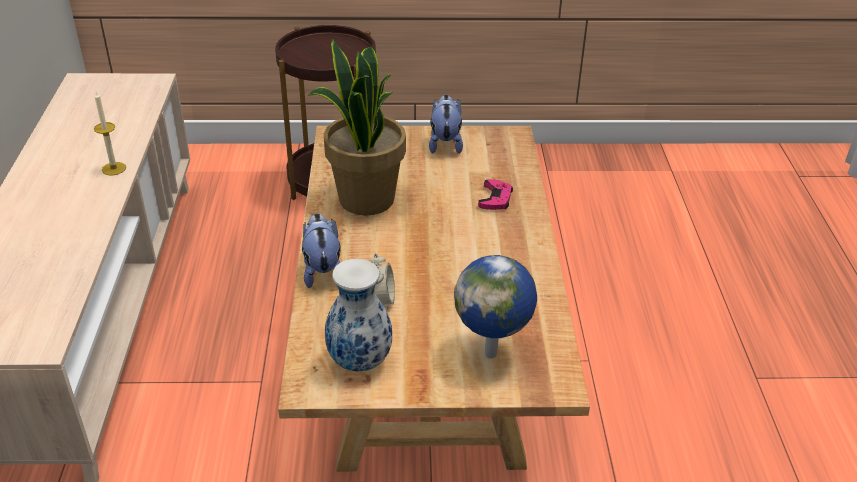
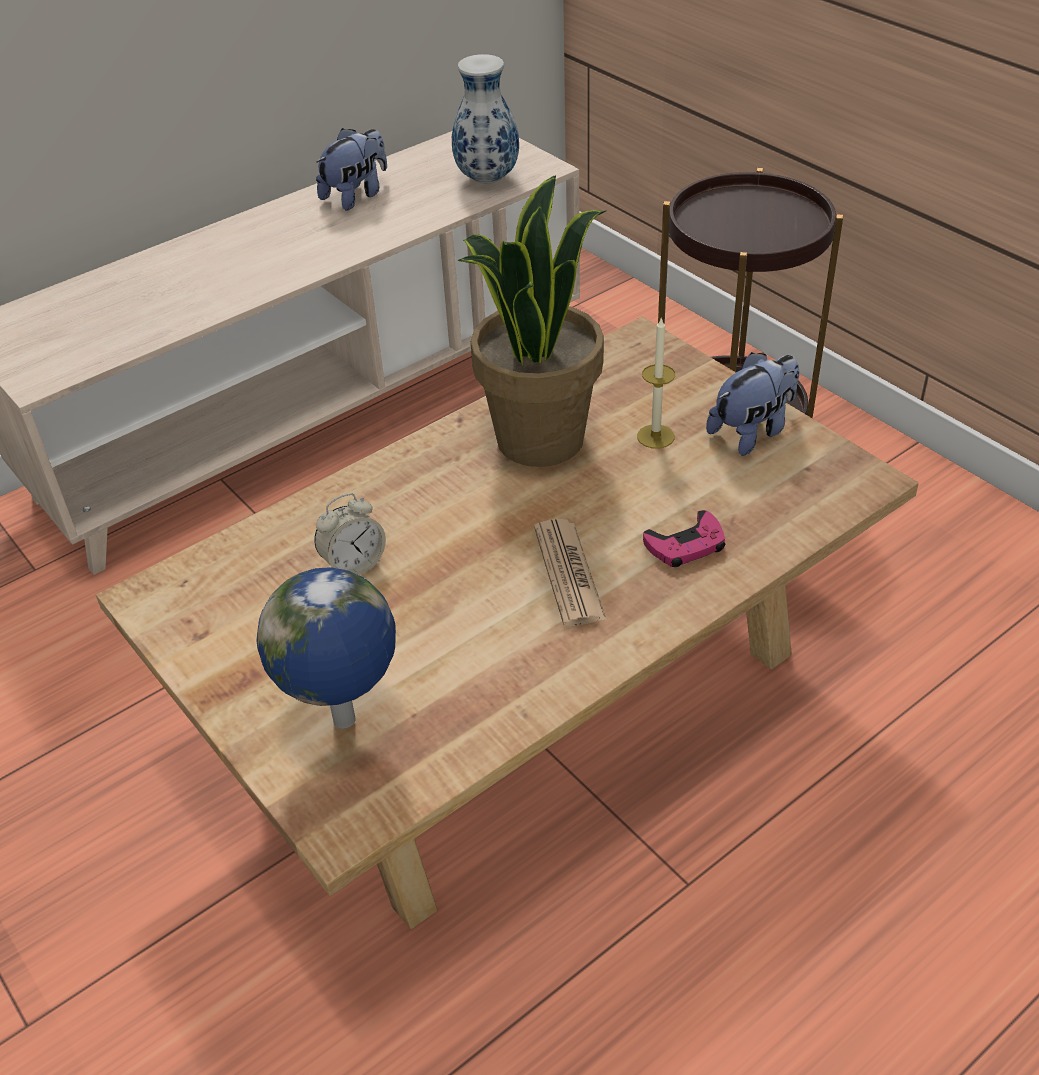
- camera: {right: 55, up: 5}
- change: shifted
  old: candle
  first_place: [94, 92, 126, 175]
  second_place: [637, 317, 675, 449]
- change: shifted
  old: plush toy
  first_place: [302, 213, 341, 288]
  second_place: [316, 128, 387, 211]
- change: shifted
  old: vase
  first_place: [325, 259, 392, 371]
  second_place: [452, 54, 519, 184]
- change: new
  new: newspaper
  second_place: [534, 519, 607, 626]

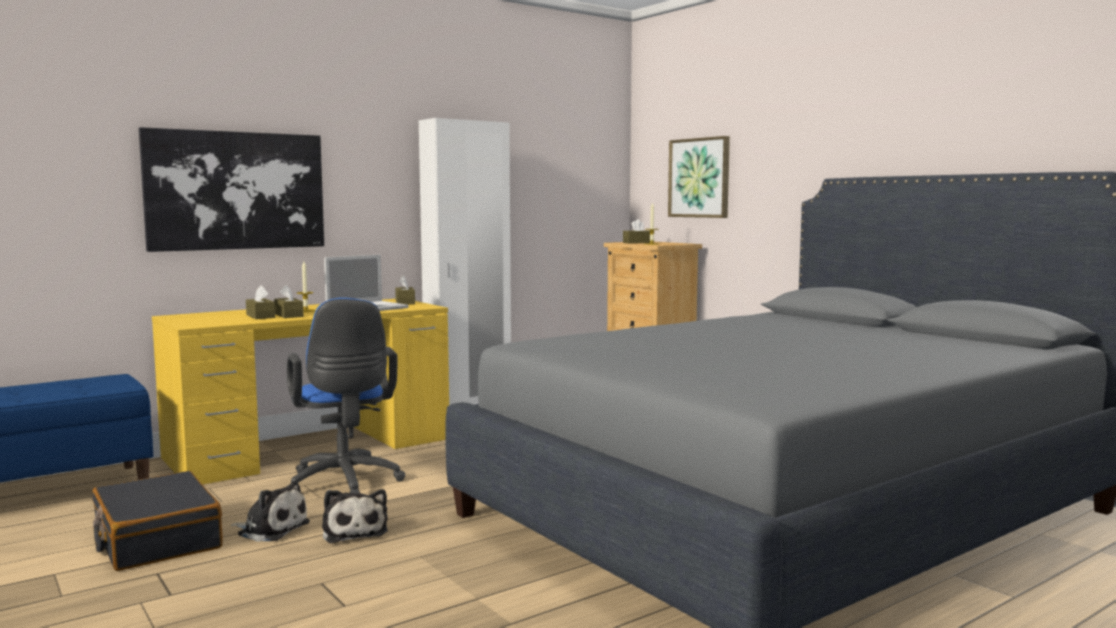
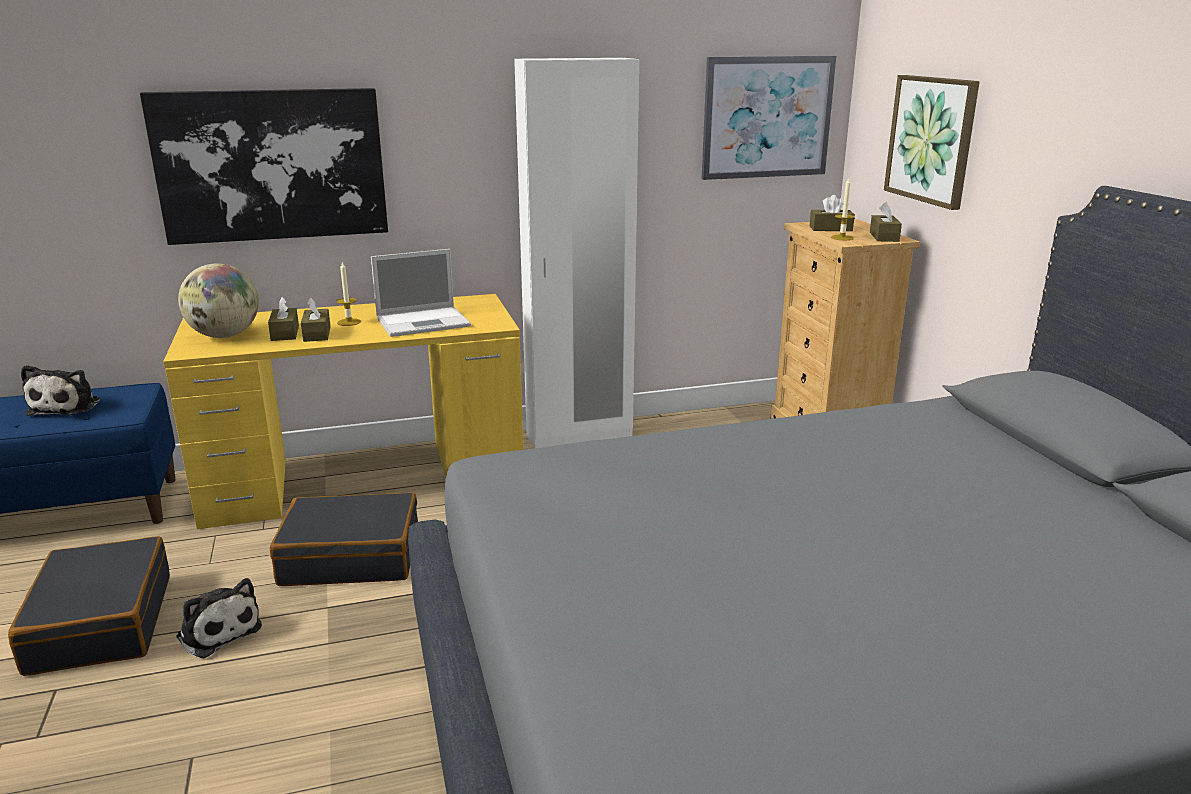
- camera: {right: 20, up: 15}
- change: swapped
  old: office chair (blue)
  new: suitcase (black)
  first_place: [287, 298, 405, 493]
  second_place: [270, 492, 418, 586]
- change: shifted
  old: plush toy
  first_place: [322, 489, 388, 544]
  second_place: [21, 365, 100, 416]
- change: shifted
  old: tissue box (brown)
  first_place: [395, 275, 415, 305]
  second_place: [870, 202, 902, 242]
- change: new
  new: globe
  second_place: [178, 263, 259, 338]
- change: new
  new: picture
  second_place: [702, 56, 836, 180]

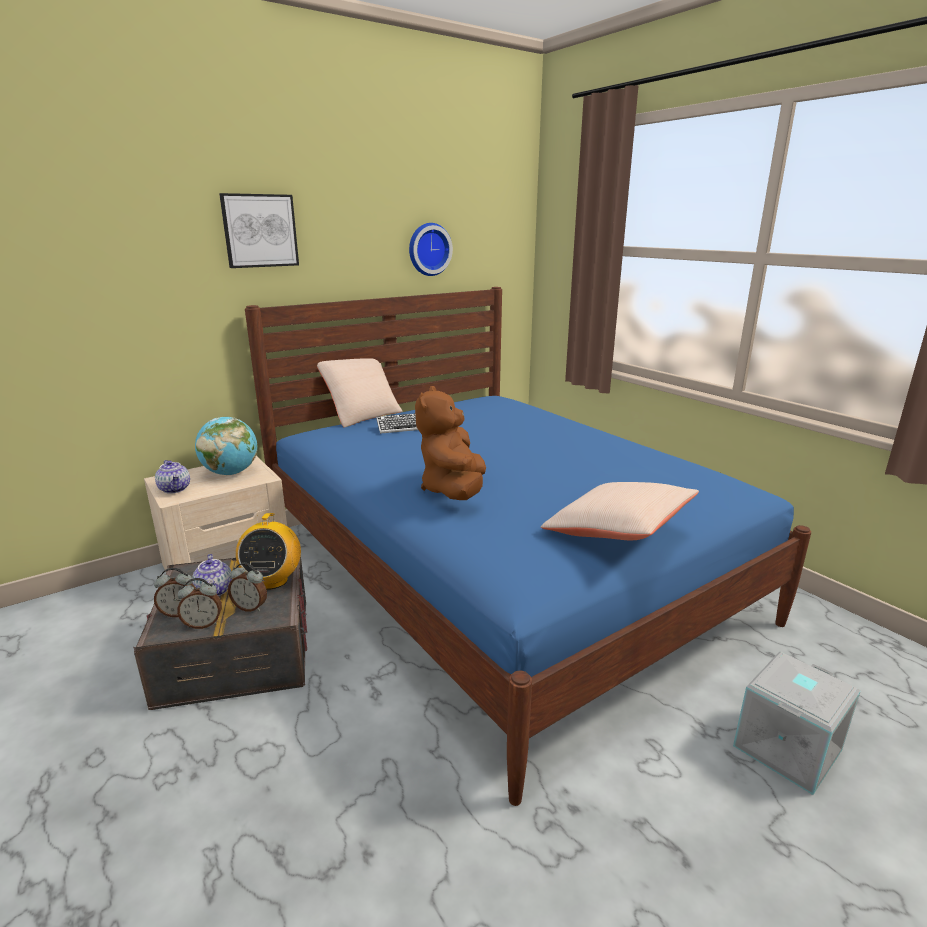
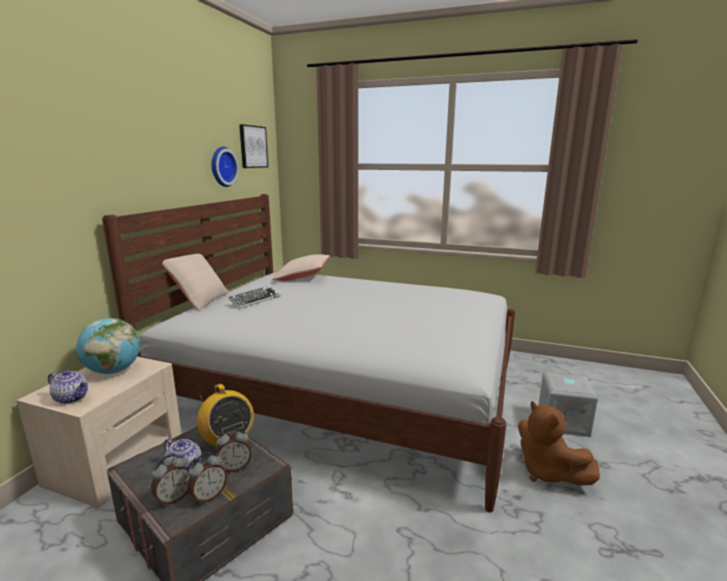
- camera: {right: -35, up: -5}
- change: shifted
  old: picture
  first_place: [219, 193, 299, 268]
  second_place: [239, 124, 268, 168]
- change: repainted
  old: bed (blue)
  new: bed (white)
  first_place: [245, 287, 811, 806]
  second_place: [102, 194, 515, 513]
- change: shifted
  old: plush toy (brown)
  first_place: [415, 386, 486, 500]
  second_place: [518, 401, 600, 486]
- change: shifted
  old: pillow (beige)
  first_place: [541, 482, 699, 540]
  second_place: [272, 254, 330, 281]

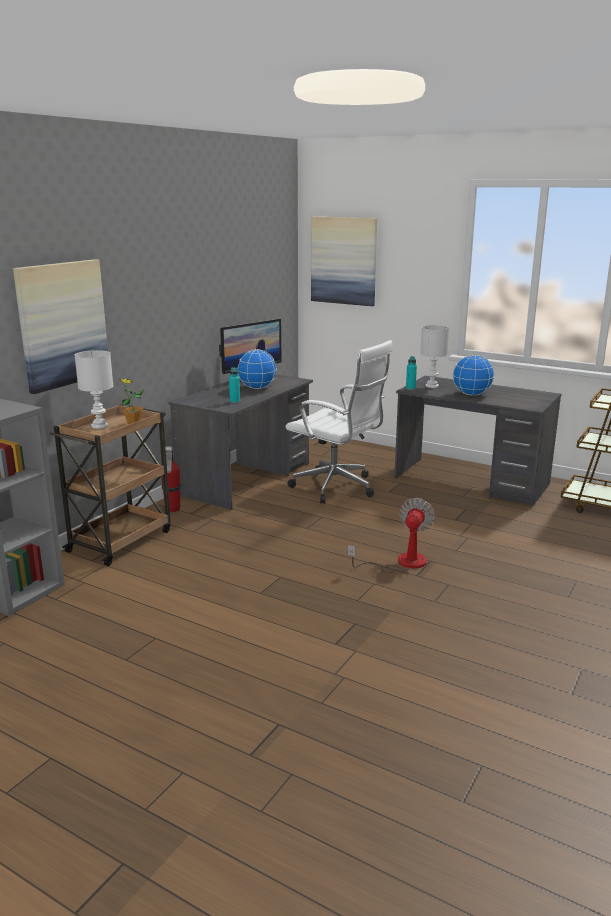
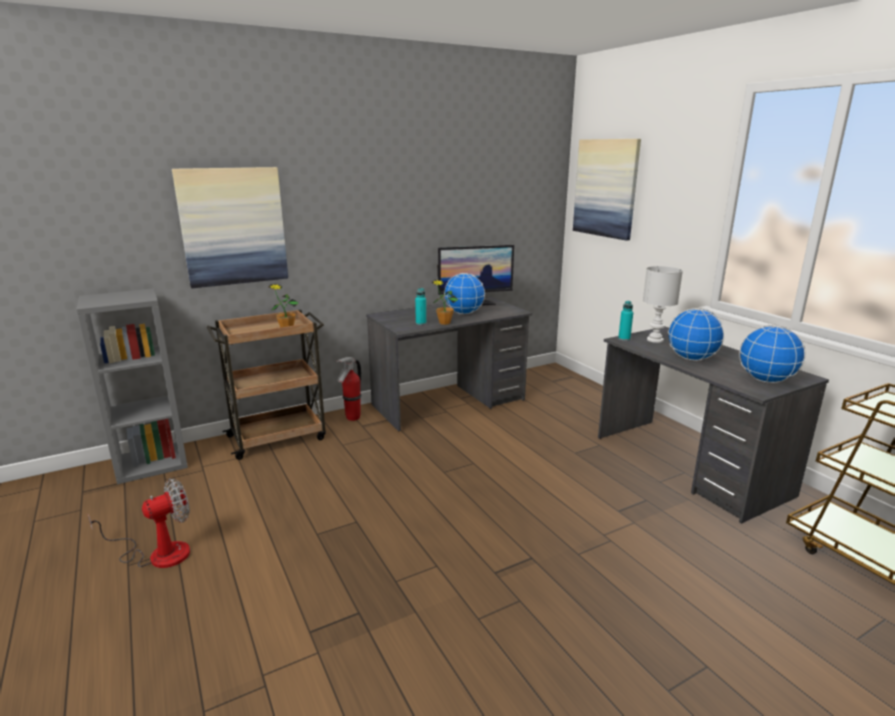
- camera: {right: 30, up: 0}
- change: gone
  old: table lamp (white)
  first_place: [75, 350, 113, 429]
- change: gone
  old: office chair (white)
  first_place: [286, 340, 393, 503]
- change: shifted
  old: fan
  first_place: [348, 498, 435, 573]
  second_place: [88, 478, 190, 568]
- change: new
  new: potted plant
  second_place: [432, 280, 458, 325]
- change: new
  new: globe
  second_place: [739, 325, 806, 383]

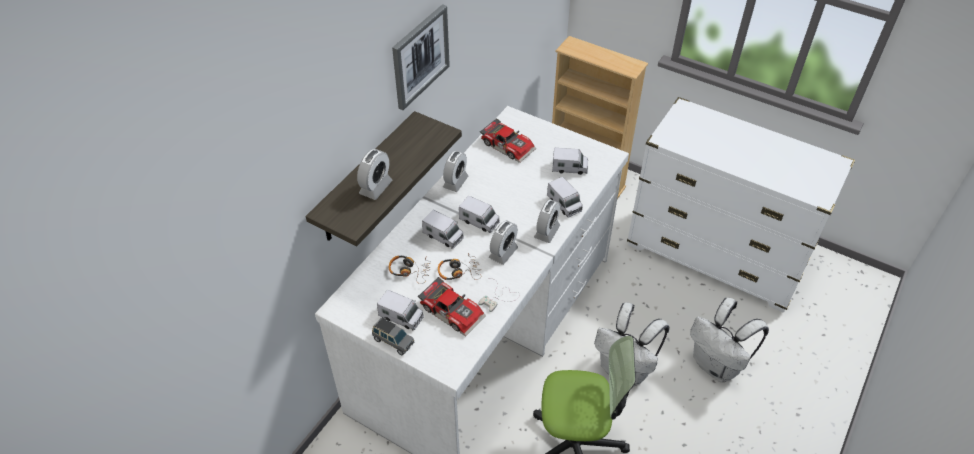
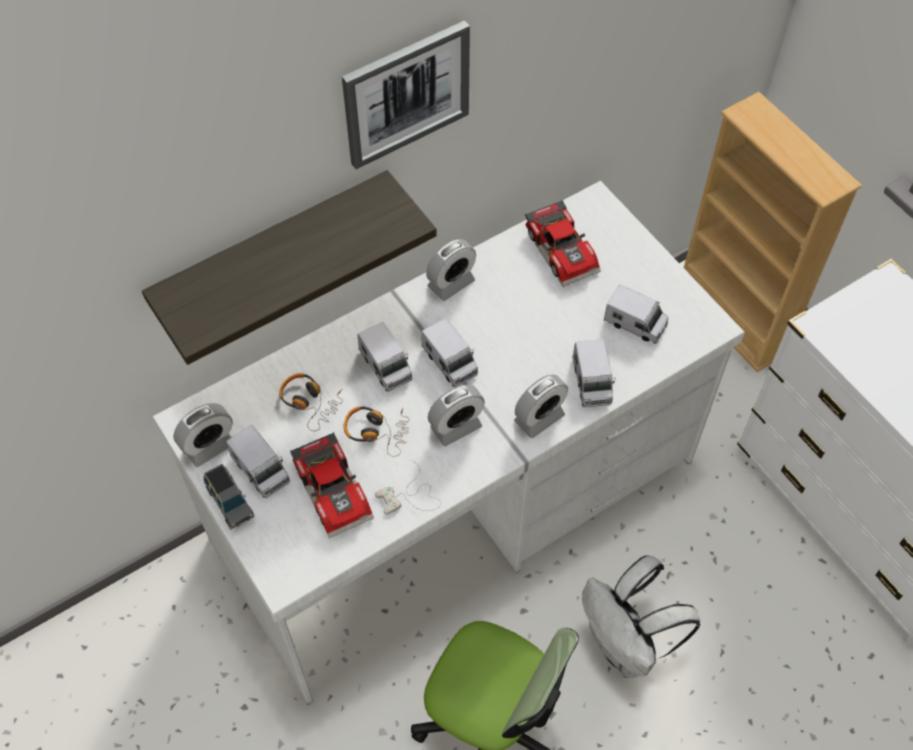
- camera: {right: 25, up: 10}
- change: shifted
  old: alarm clock
  first_place: [357, 149, 393, 200]
  second_place: [173, 403, 233, 467]
- change: gone
  old: backpack (white)
  first_place: [690, 298, 769, 382]

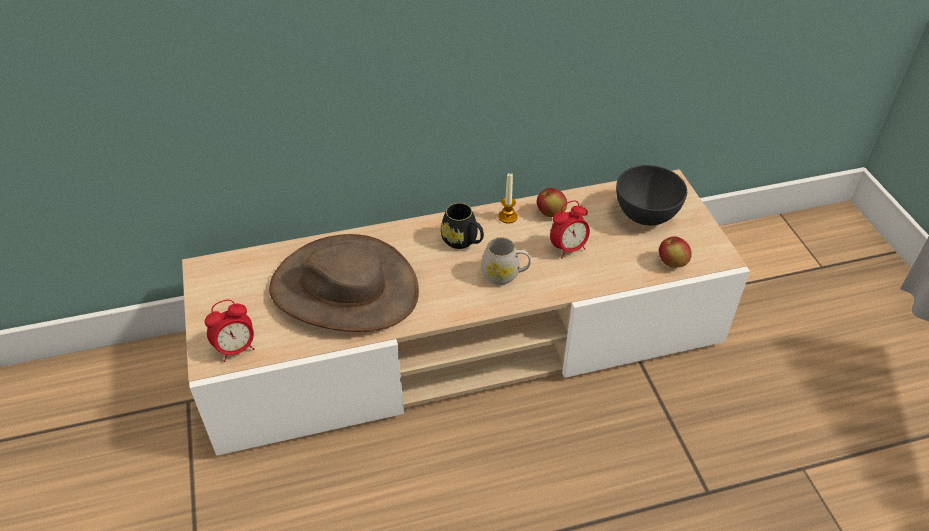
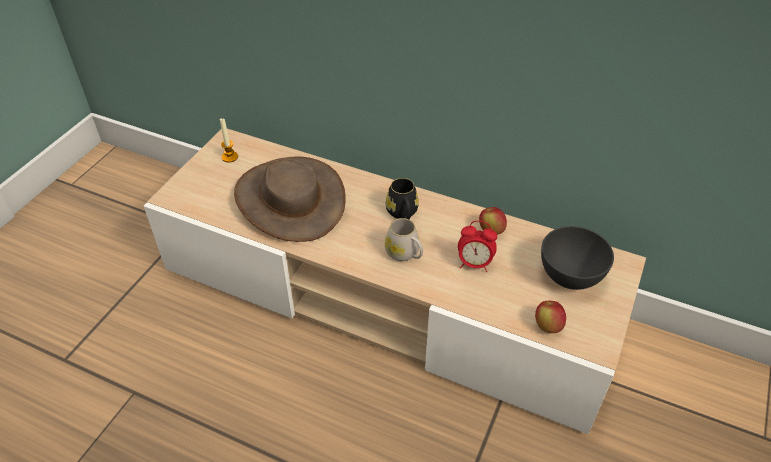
- camera: {right: 40, up: 0}
- change: gone
  old: alarm clock
  first_place: [205, 300, 255, 362]
- change: shifted
  old: candle
  first_place: [498, 173, 518, 223]
  second_place: [220, 118, 238, 162]

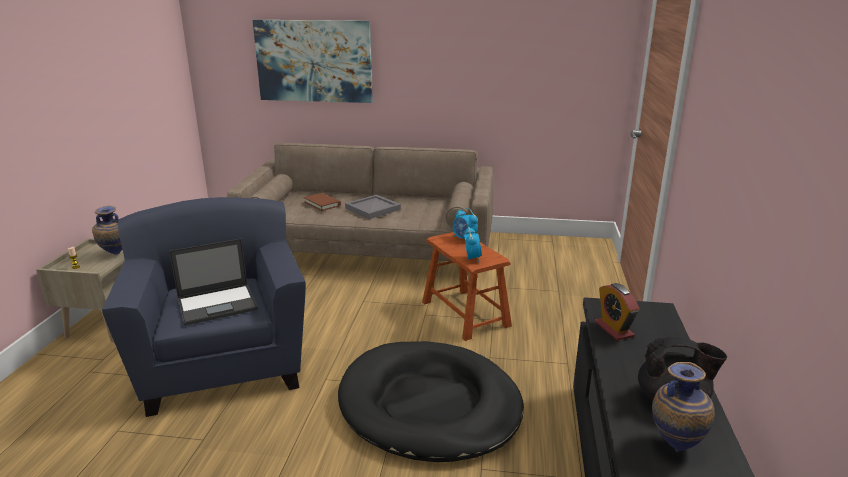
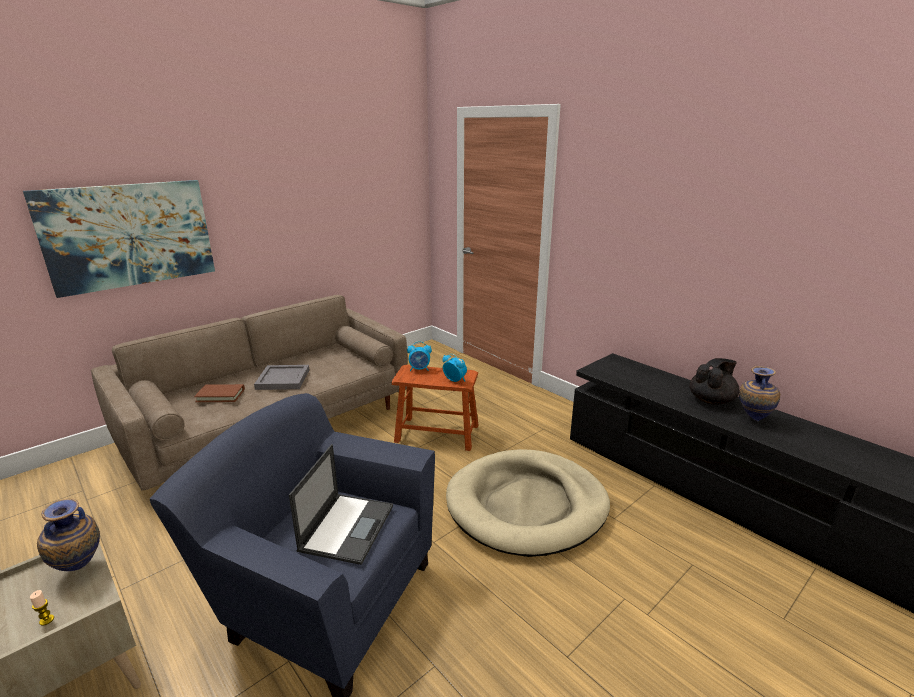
- camera: {right: -50, up: 0}
- change: repainted
  old: dog bed (black)
  new: dog bed (beige)
  first_place: [338, 341, 524, 462]
  second_place: [446, 449, 610, 557]
- change: gone
  old: alarm clock
  first_place: [595, 283, 640, 341]

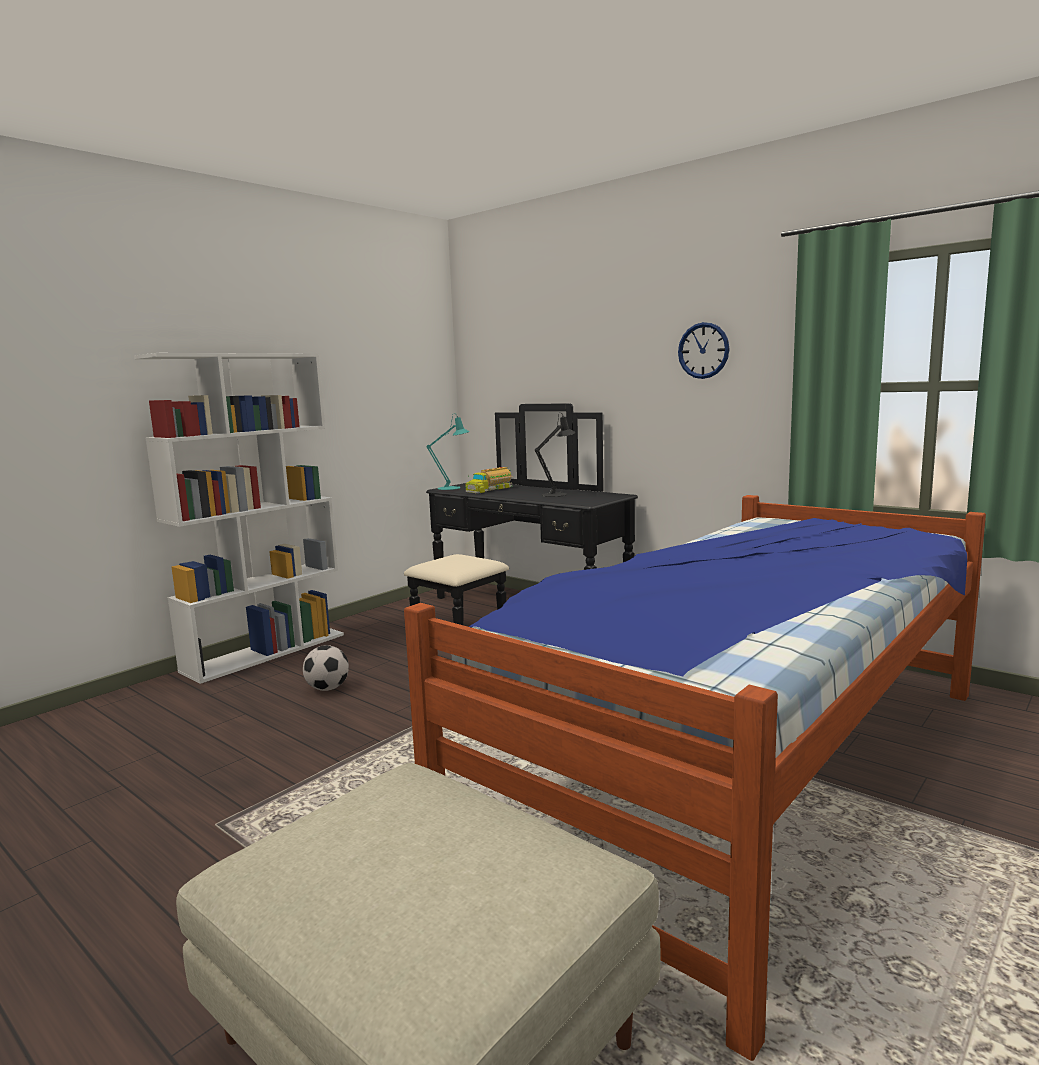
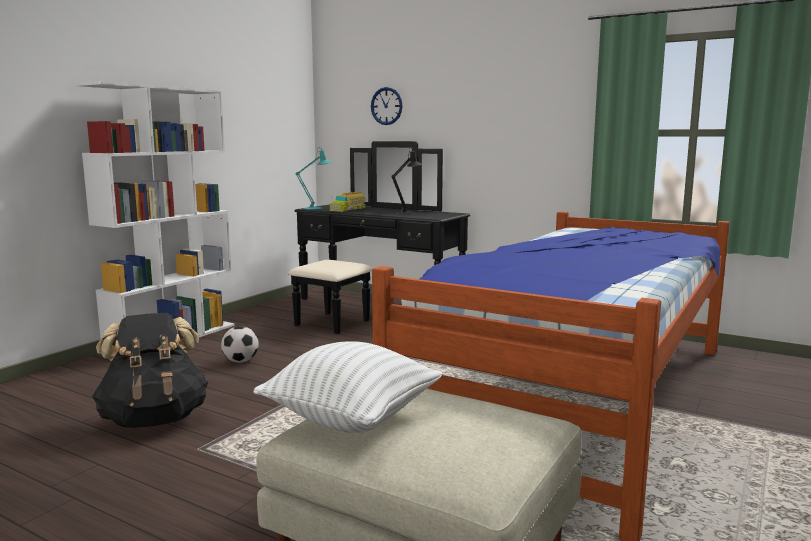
- camera: {right: -10, up: 0}
- change: shifted
  old: wall clock
  first_place: [678, 322, 730, 379]
  second_place: [371, 87, 403, 125]
- change: new
  new: backpack (black)
  second_place: [92, 313, 208, 428]
- change: new
  new: pillow (white)
  second_place: [253, 341, 442, 433]

